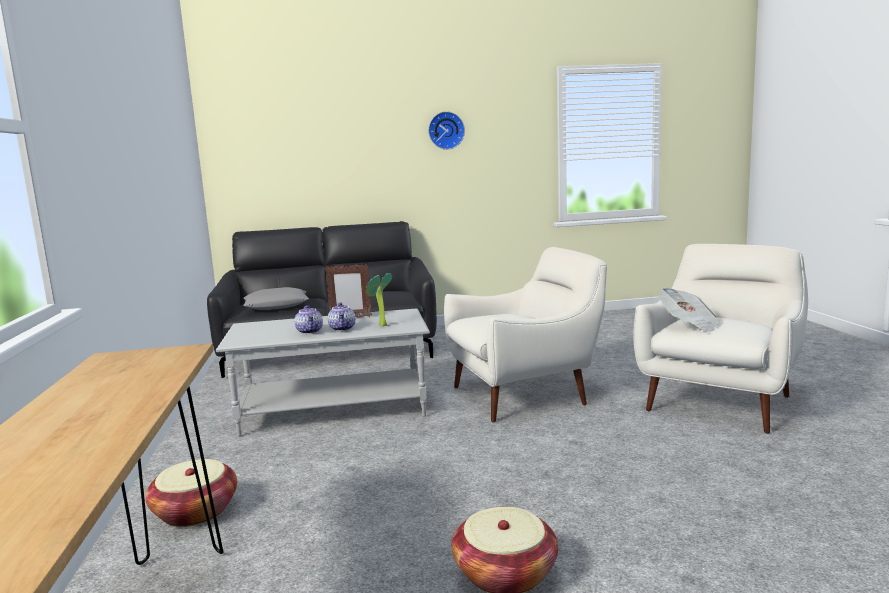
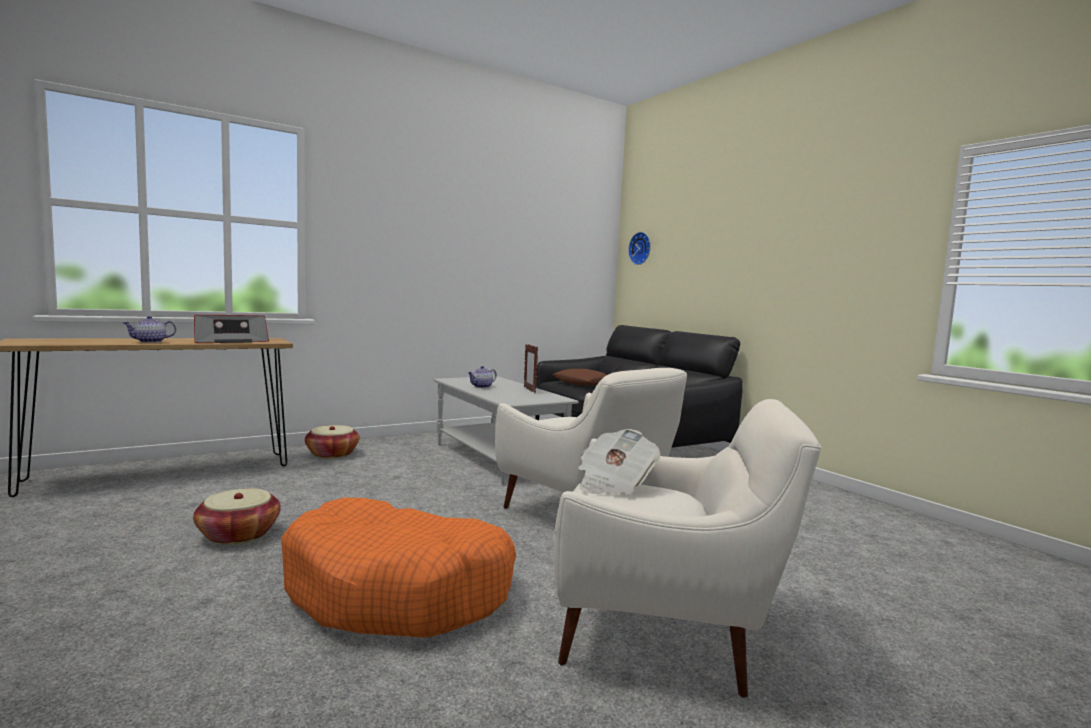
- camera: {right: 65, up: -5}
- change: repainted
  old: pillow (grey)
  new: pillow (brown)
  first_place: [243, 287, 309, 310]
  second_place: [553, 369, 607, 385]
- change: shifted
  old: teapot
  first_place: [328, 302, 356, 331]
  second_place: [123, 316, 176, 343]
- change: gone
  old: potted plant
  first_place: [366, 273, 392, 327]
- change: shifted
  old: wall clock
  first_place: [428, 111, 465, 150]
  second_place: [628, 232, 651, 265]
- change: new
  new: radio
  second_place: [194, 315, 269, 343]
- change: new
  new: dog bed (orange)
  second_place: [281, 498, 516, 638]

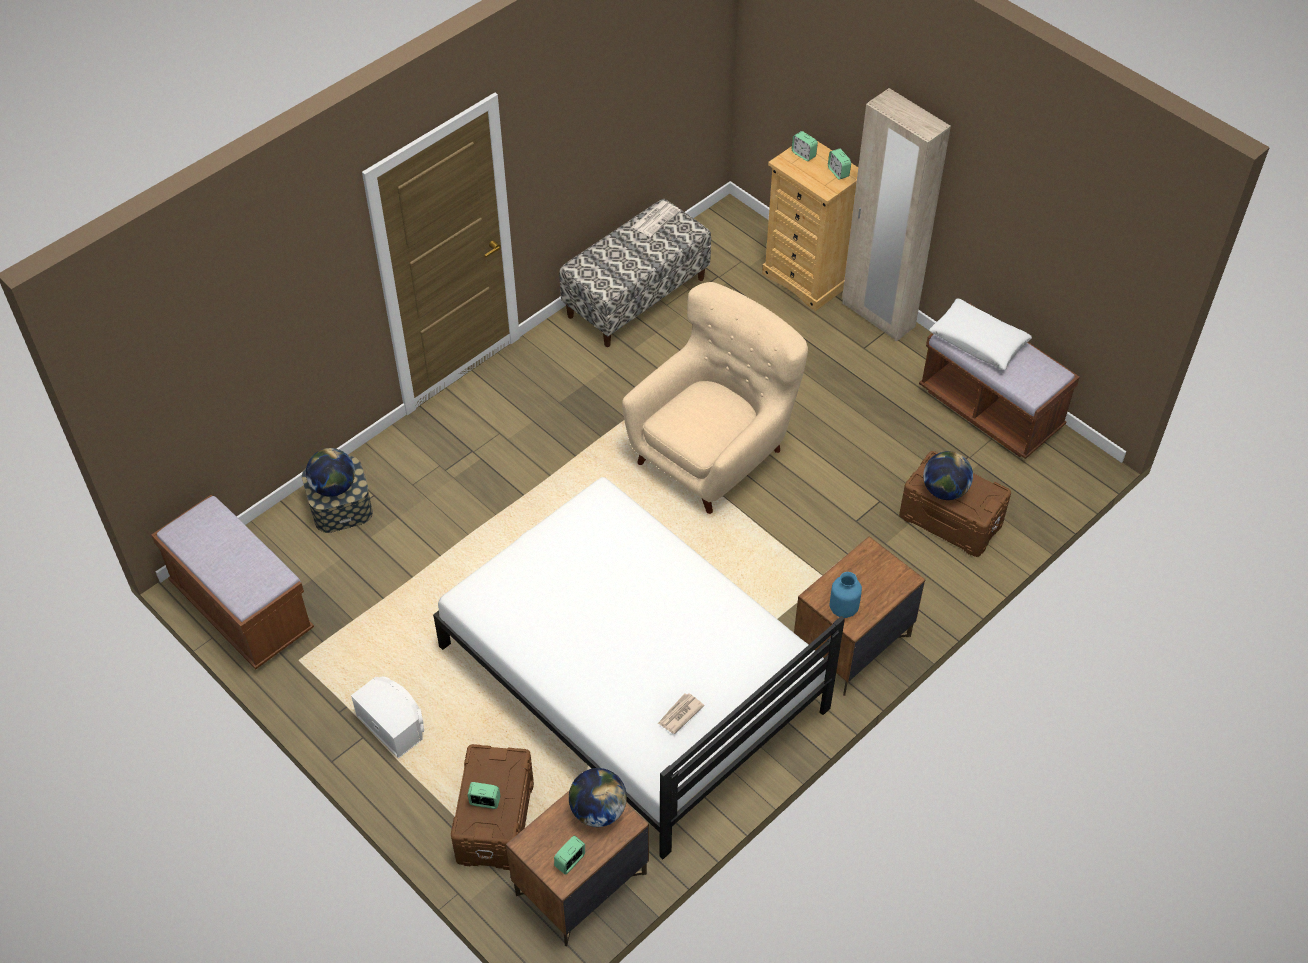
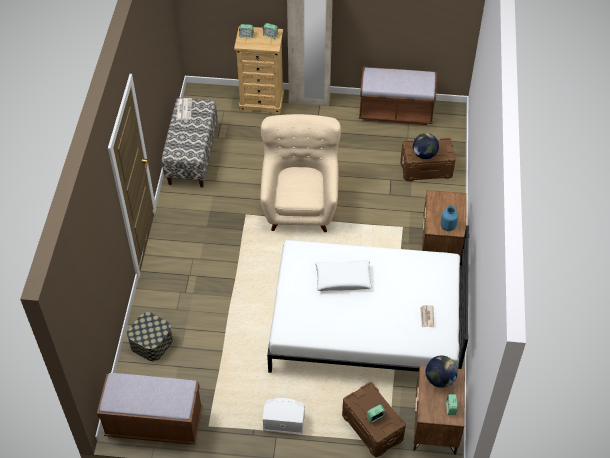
- camera: {right: -40, up: 0}
- change: gone
  old: globe
  first_place: [306, 448, 355, 497]
- change: shifted
  old: pillow (white)
  first_place: [929, 298, 1032, 370]
  second_place: [315, 260, 372, 291]

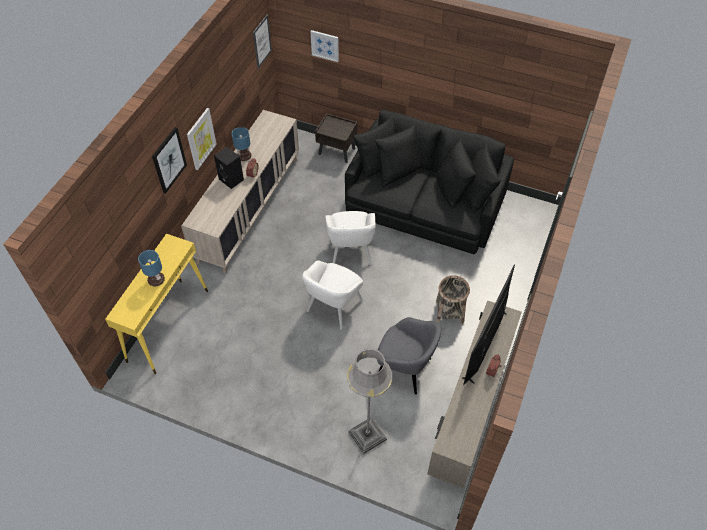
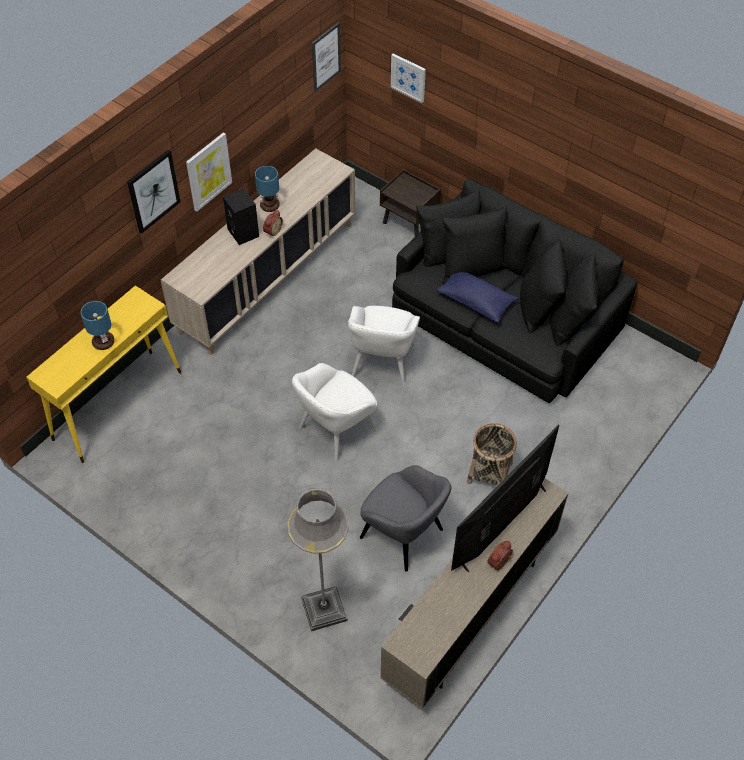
- camera: {right: 15, up: 0}
- change: new
  new: pillow (blue)
  second_place: [436, 272, 518, 323]

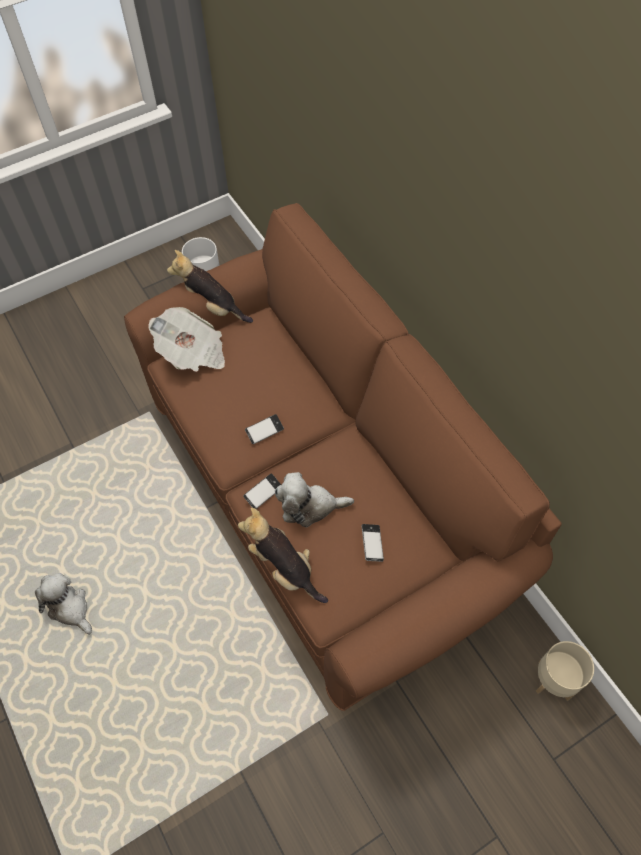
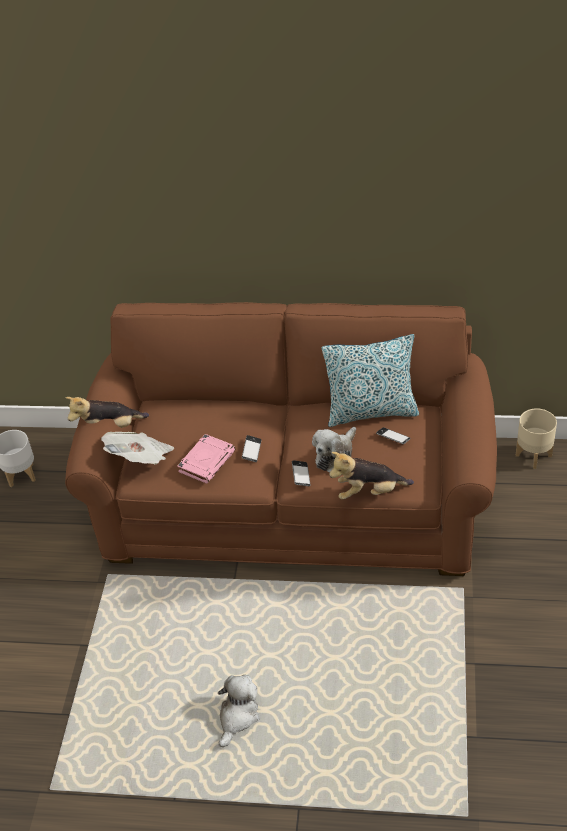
- camera: {right: -50, up: -15}
- change: rotated
  old: plush toy
  first_place: [35, 573, 92, 635]
  second_place: [218, 675, 260, 747]
  degrees: 120
- change: new
  new: book (pink)
  second_place: [177, 434, 235, 484]
- change: new
  new: pillow
  second_place: [322, 334, 419, 427]

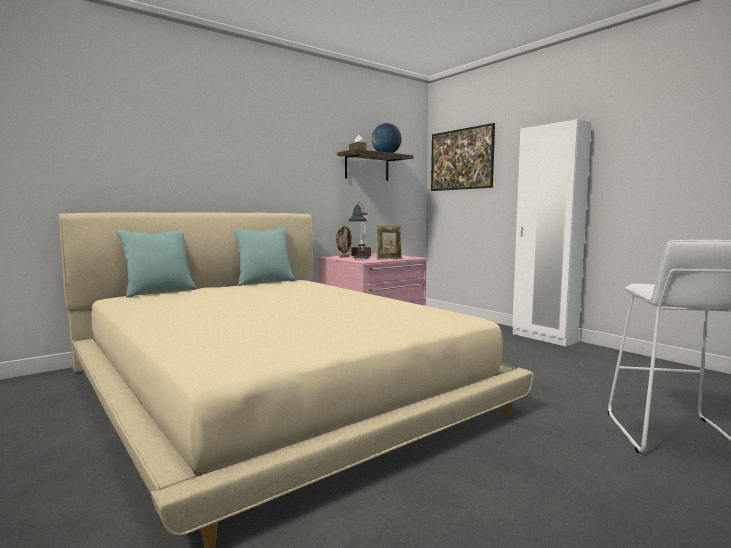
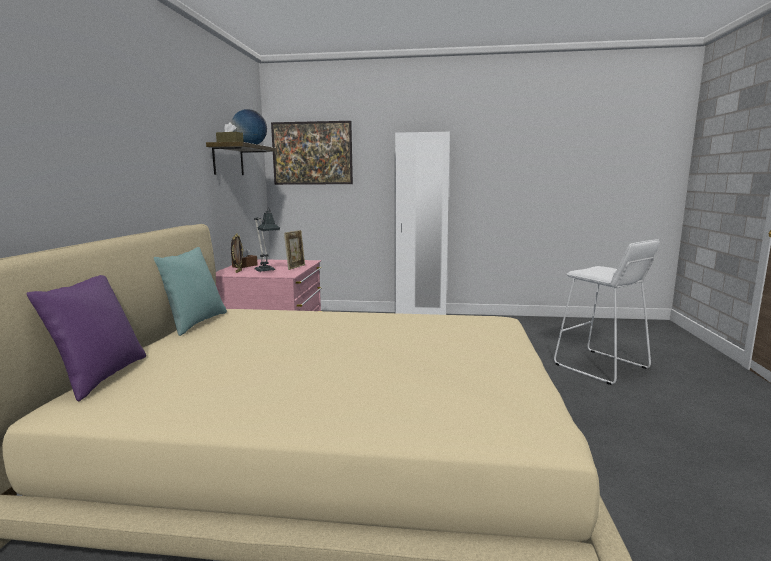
- camera: {right: -45, up: 5}
- change: repainted
  old: pillow (turquoise)
  new: pillow (purple)
  first_place: [116, 230, 196, 298]
  second_place: [26, 275, 146, 402]

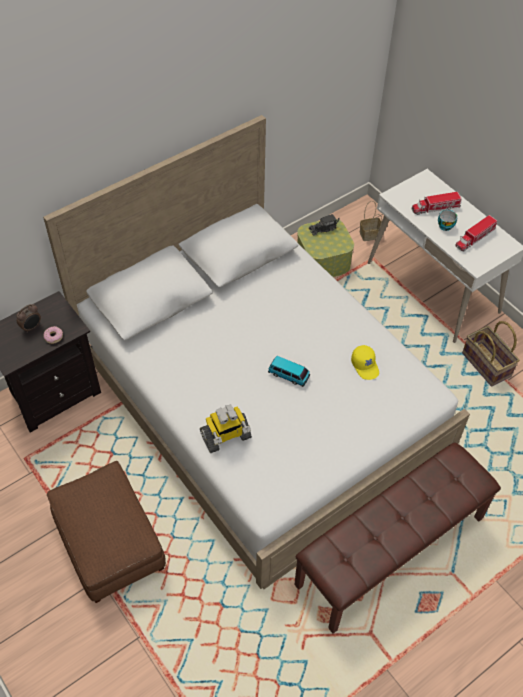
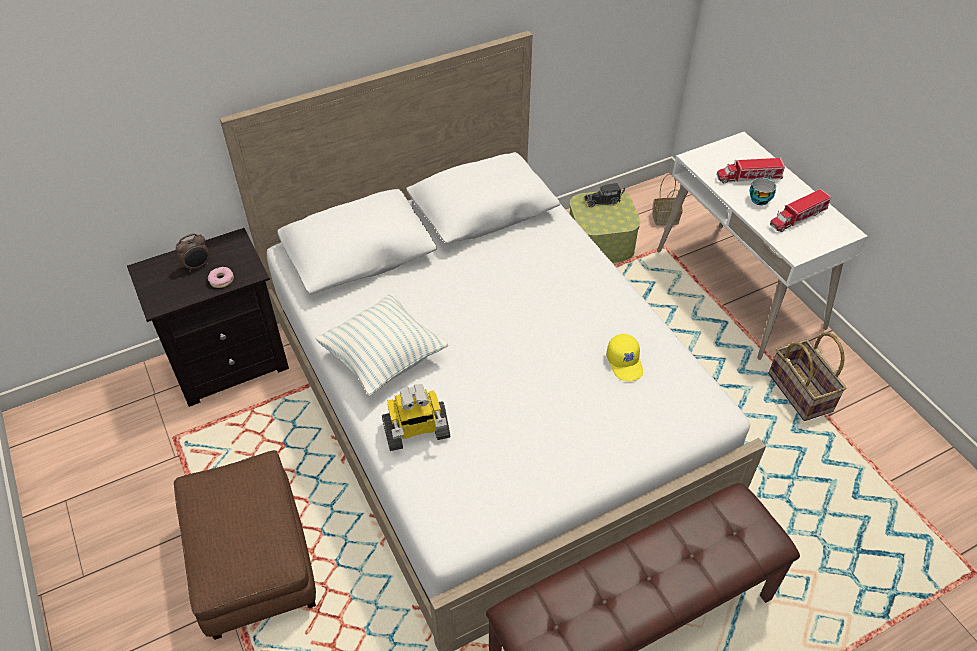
- camera: {right: 10, up: -5}
- change: gone
  old: toy car
  first_place: [268, 356, 310, 387]
- change: new
  new: pillow
  second_place: [315, 293, 448, 396]

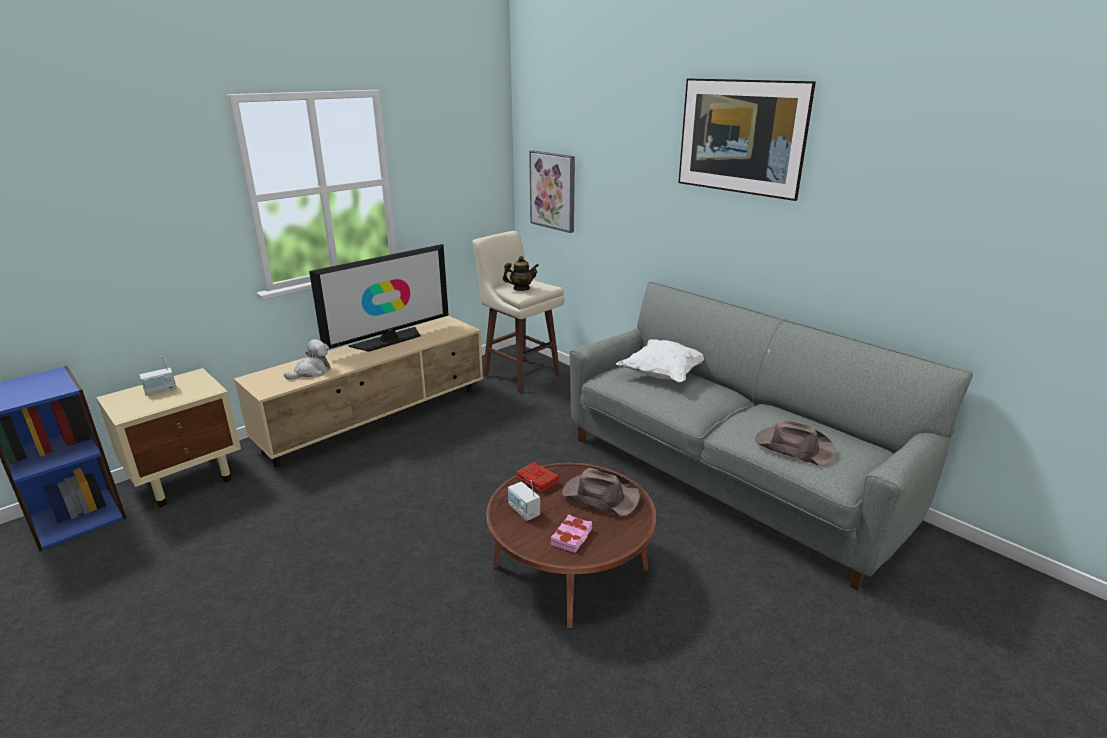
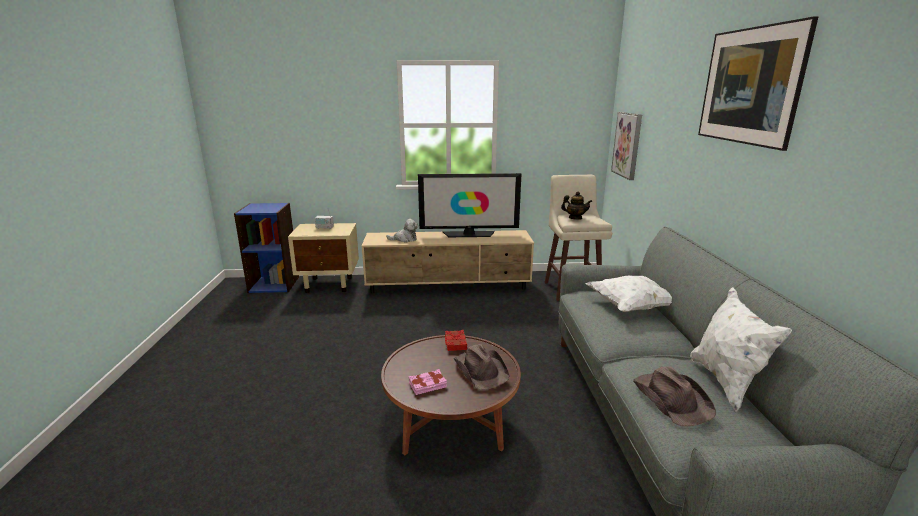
- camera: {right: 40, up: -5}
- change: gone
  old: radio
  first_place: [508, 480, 540, 521]
- change: new
  new: pillow (white)
  second_place: [690, 287, 792, 411]

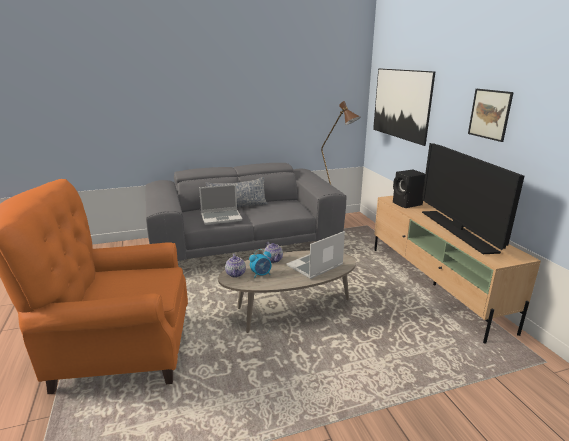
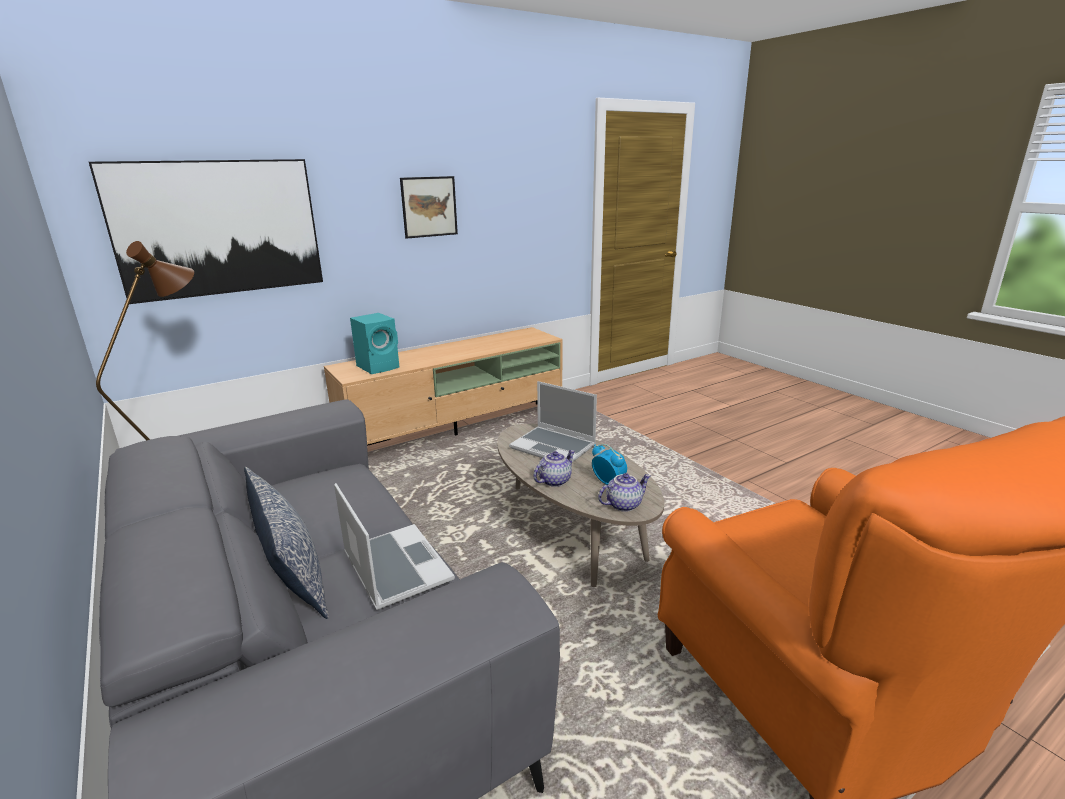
- camera: {right: -105, up: 0}
- change: repainted
  old: speaker (black)
  new: speaker (turquoise)
  first_place: [393, 170, 425, 208]
  second_place: [350, 313, 399, 374]
- change: gone
  old: television
  first_place: [422, 143, 524, 254]

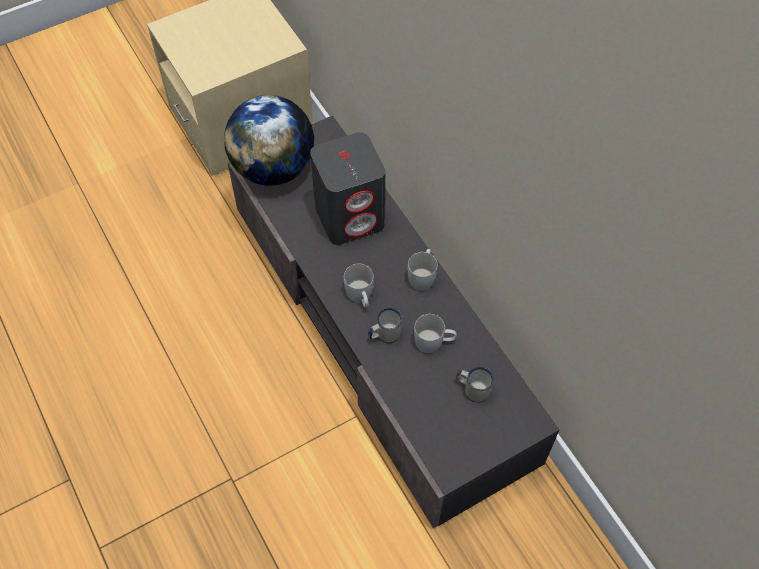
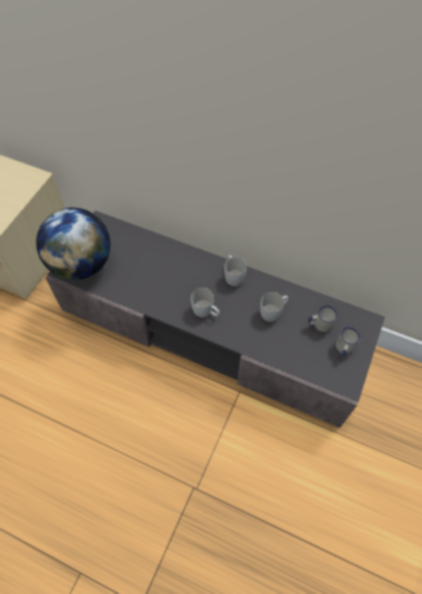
- camera: {right: -35, up: 0}
- change: gone
  old: speaker (grey)
  first_place: [310, 132, 385, 245]
- change: shifted
  old: mug (white)
  first_place: [368, 307, 403, 343]
  second_place: [336, 326, 361, 357]

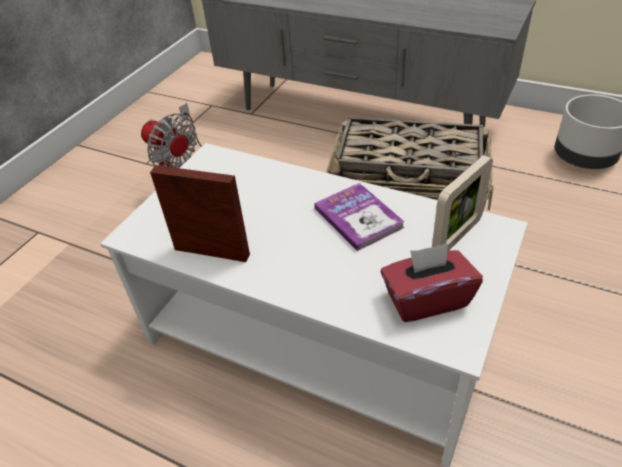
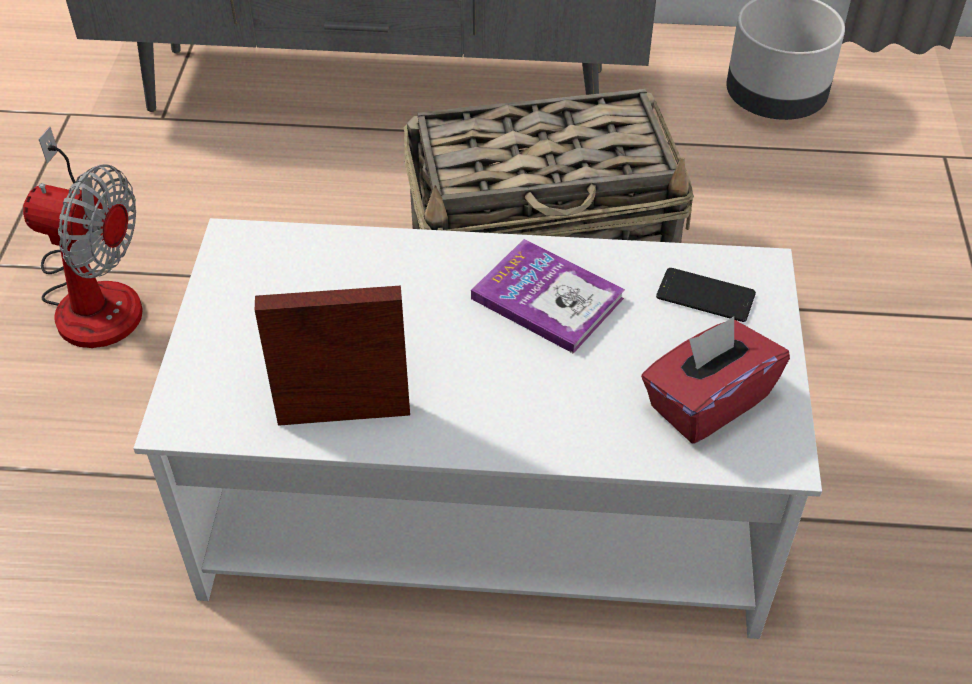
- camera: {right: -25, up: 5}
- change: swapped
  old: picture frame
  new: phone
  first_place: [432, 155, 493, 251]
  second_place: [656, 268, 756, 322]

